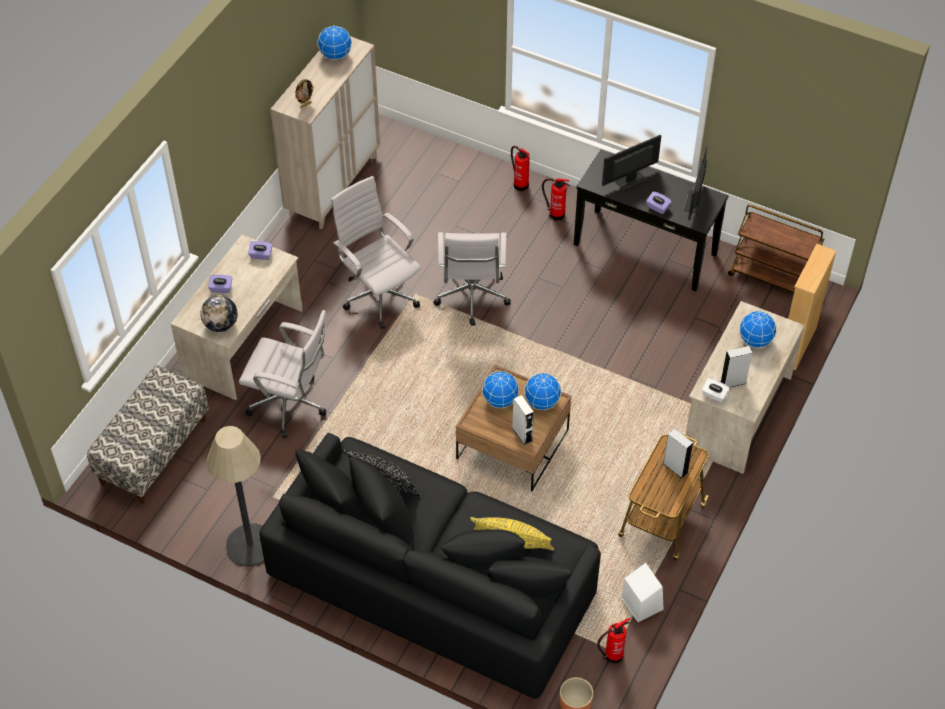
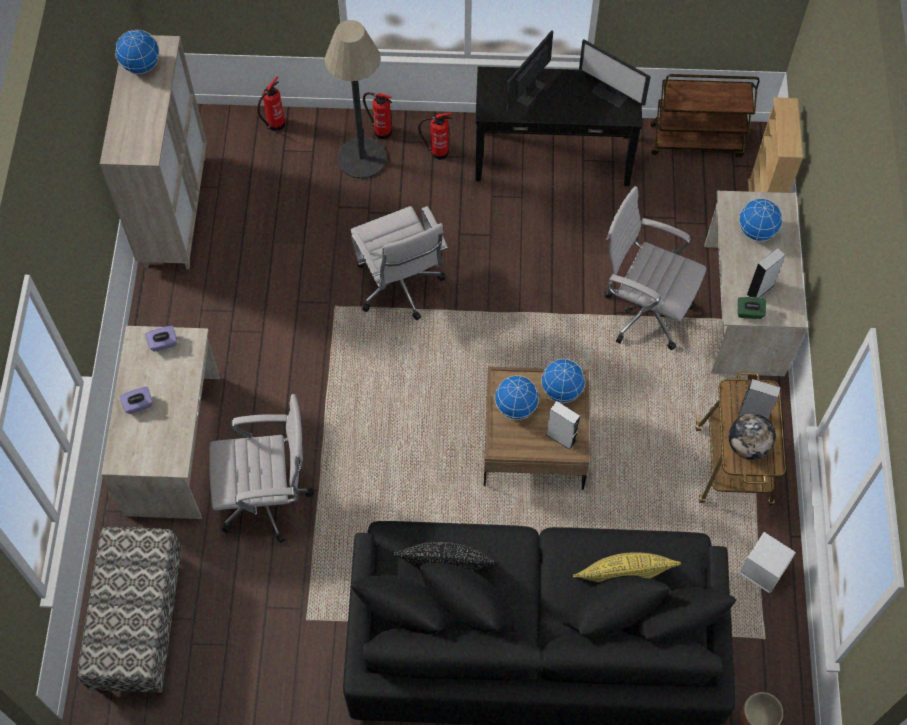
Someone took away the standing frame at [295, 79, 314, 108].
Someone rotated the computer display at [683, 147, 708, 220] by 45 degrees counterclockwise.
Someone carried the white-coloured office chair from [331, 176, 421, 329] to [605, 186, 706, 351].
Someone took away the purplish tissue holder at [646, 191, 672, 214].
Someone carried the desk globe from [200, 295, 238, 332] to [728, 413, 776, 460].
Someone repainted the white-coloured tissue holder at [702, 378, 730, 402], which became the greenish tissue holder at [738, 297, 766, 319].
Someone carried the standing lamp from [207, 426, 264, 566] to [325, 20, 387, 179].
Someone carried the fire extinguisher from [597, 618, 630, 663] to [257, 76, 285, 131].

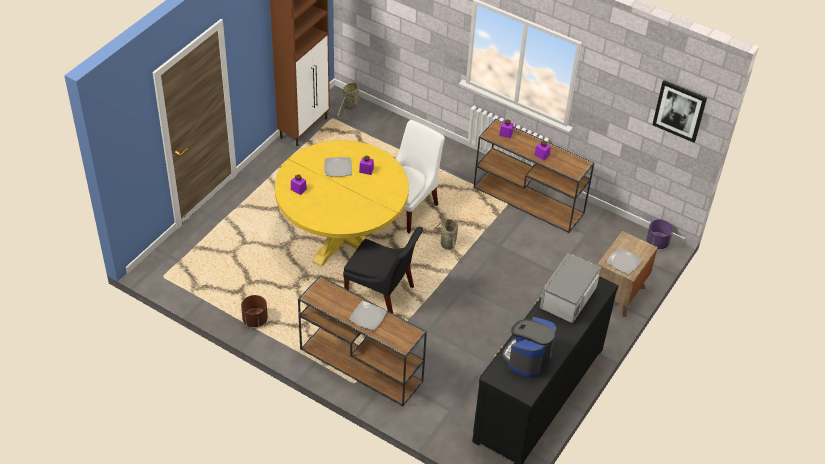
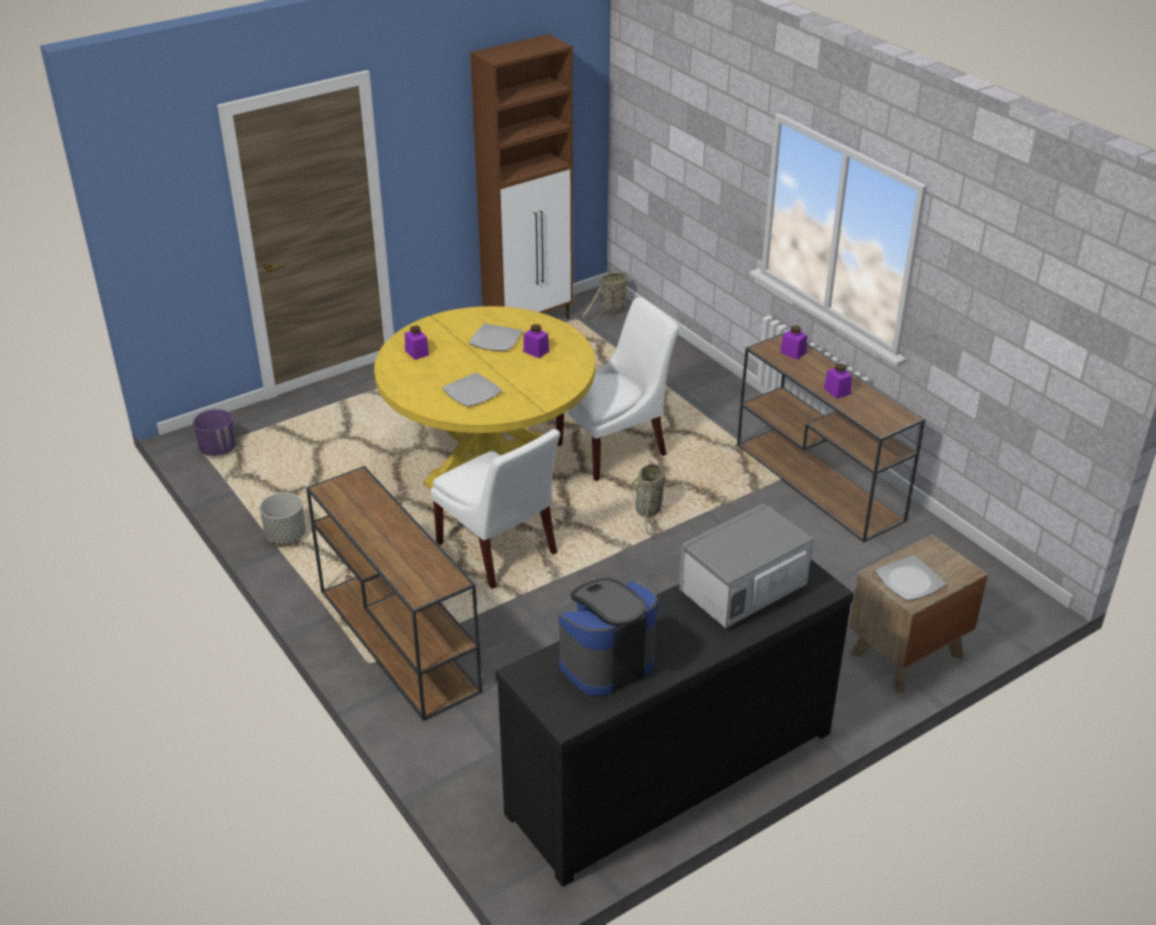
Someone took away the picture at [652, 80, 707, 142].
Someone carried the purplish flower pot from [646, 219, 673, 249] to [193, 409, 237, 456].
Someone repainted the black upright chair at [343, 227, 423, 313], which became the white-coloured upright chair at [431, 429, 561, 589].
Someone repainted the brown flower pot at [241, 295, 268, 327], which became the grey flower pot at [260, 493, 306, 544].
Someone carried the dinner plate from [349, 301, 387, 330] to [442, 373, 502, 407].

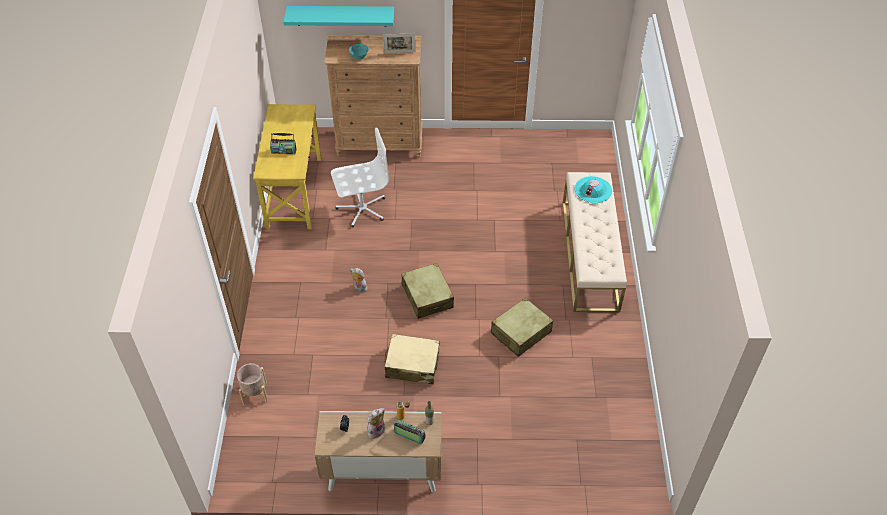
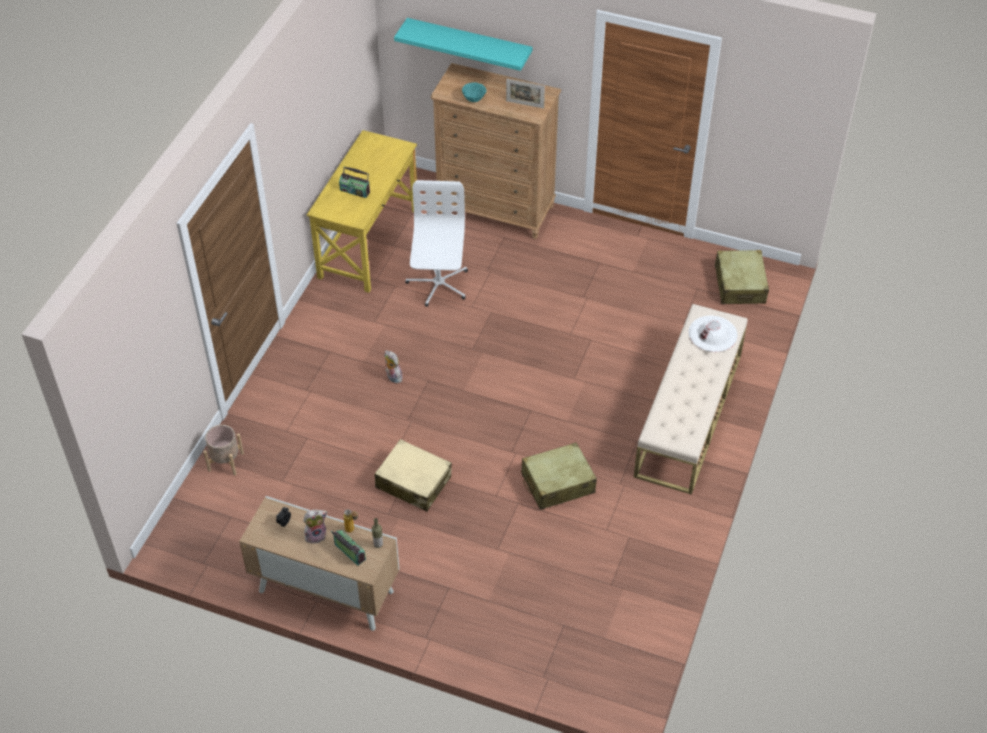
Someone rotated the white-coloured office chair at [331, 128, 389, 227] by 90 degrees counterclockwise.
Someone repainted the turquoise hat at [575, 176, 612, 203], which became the white-coloured hat at [688, 316, 737, 352].
Someone carried the sand-coloured suitcase from [401, 263, 454, 319] to [715, 250, 769, 304].

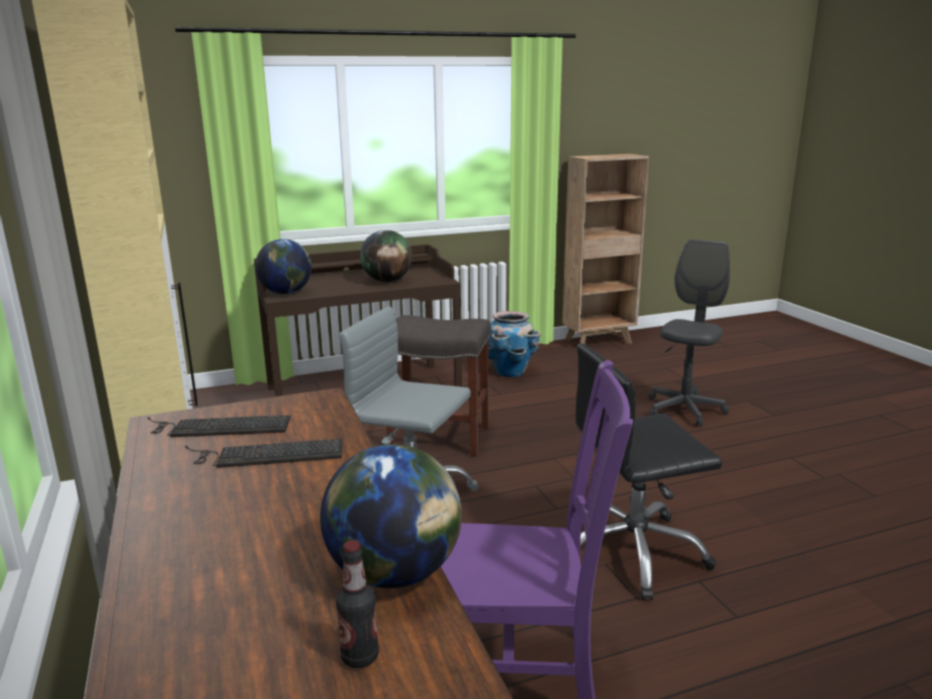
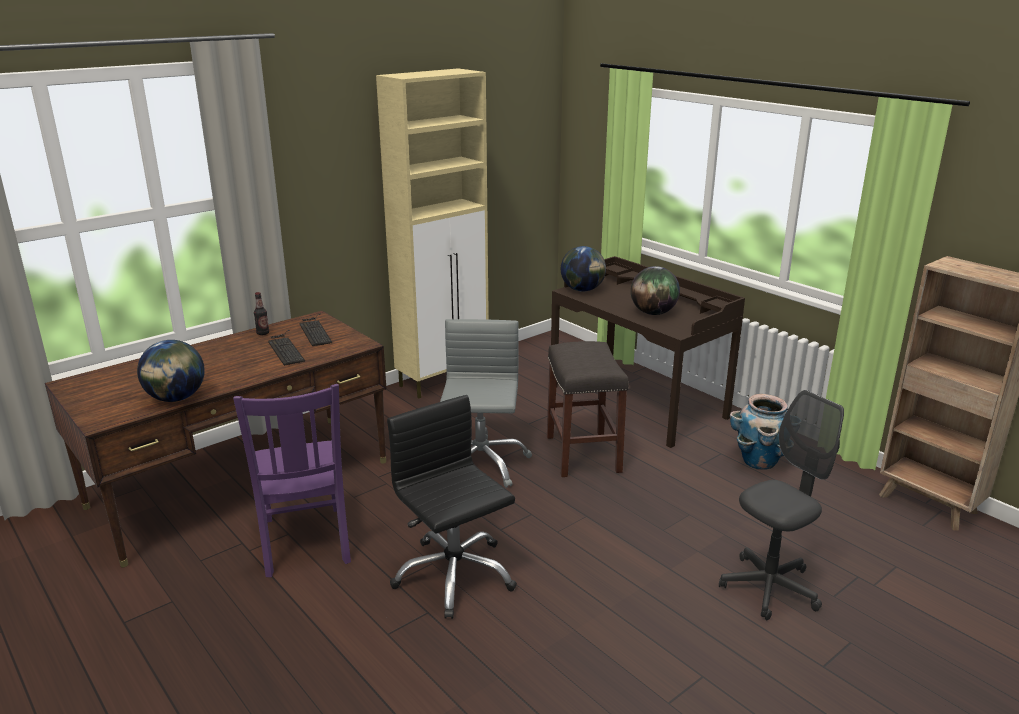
Someone rotated the grey office chair at [648, 239, 730, 427] by 45 degrees counterclockwise.
Someone carried the beverage bottle from [336, 540, 379, 668] to [254, 292, 269, 335].

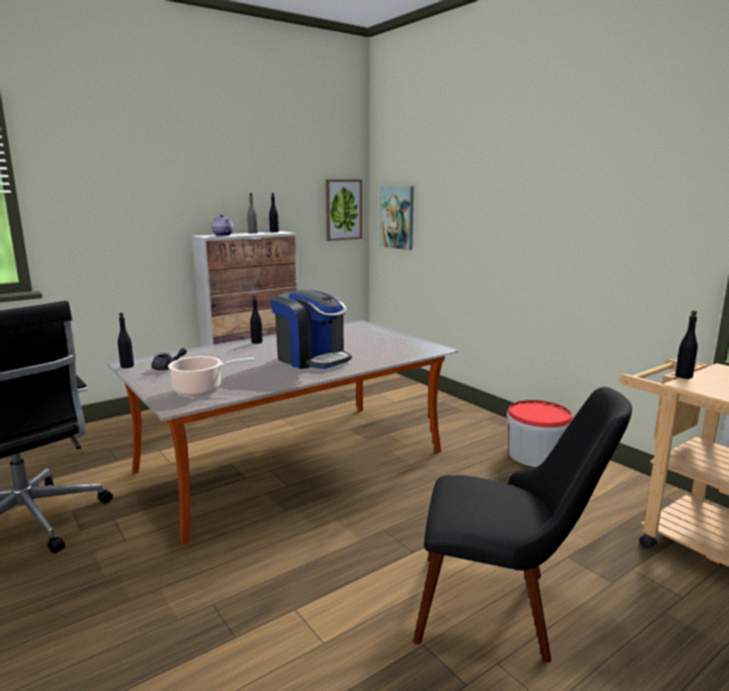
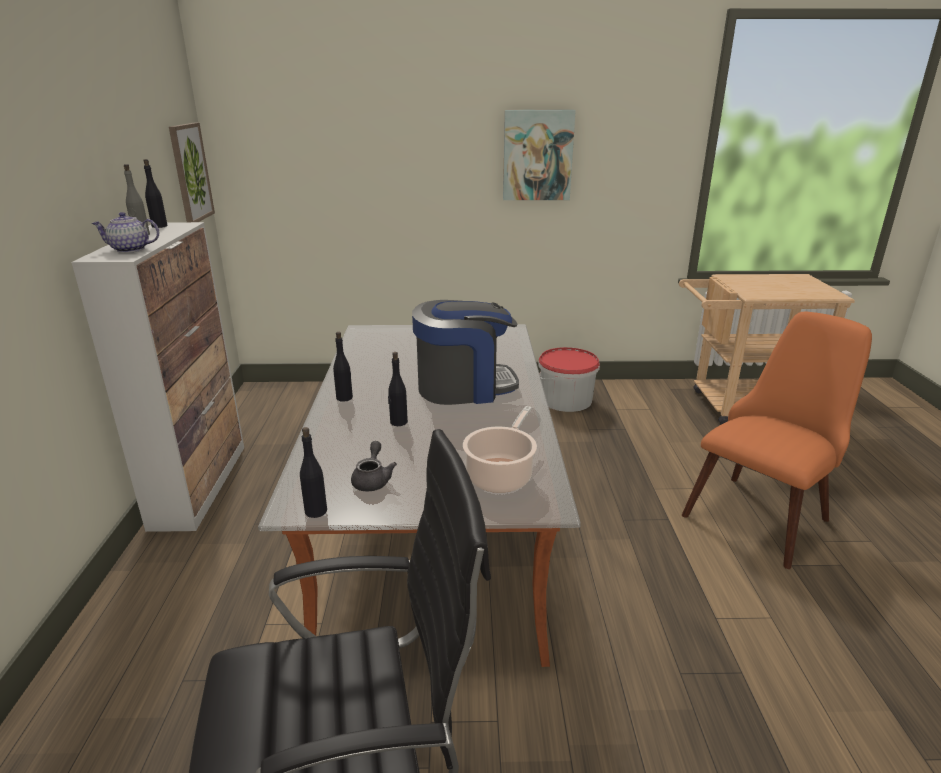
Someone carried the picture from [379, 186, 414, 250] to [503, 110, 576, 200].
Someone carried the black beverage bottle from [675, 310, 698, 379] to [388, 352, 408, 426].
Someone repainted the black upright chair at [413, 387, 632, 663], which became the orange-coloured upright chair at [682, 312, 872, 569].

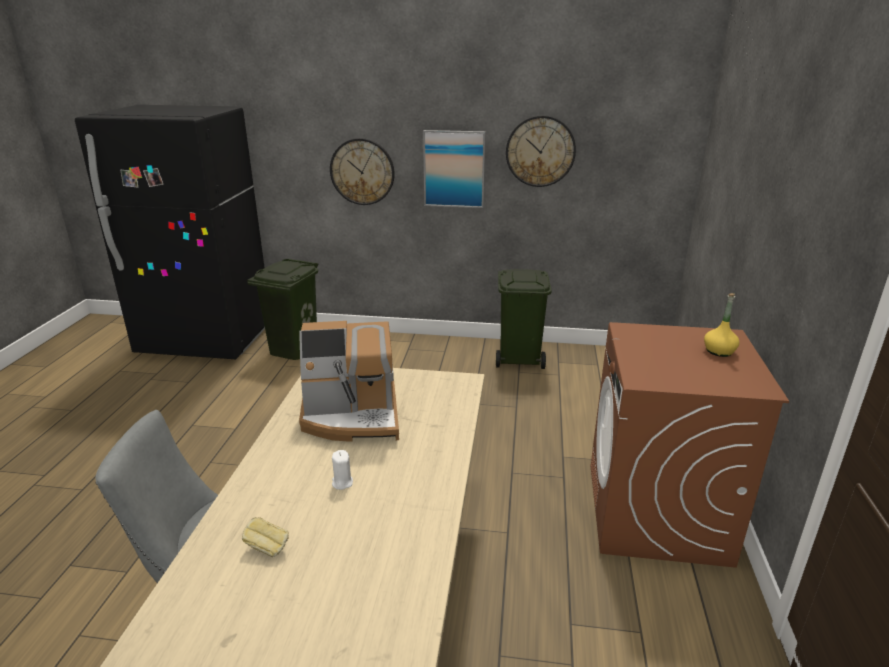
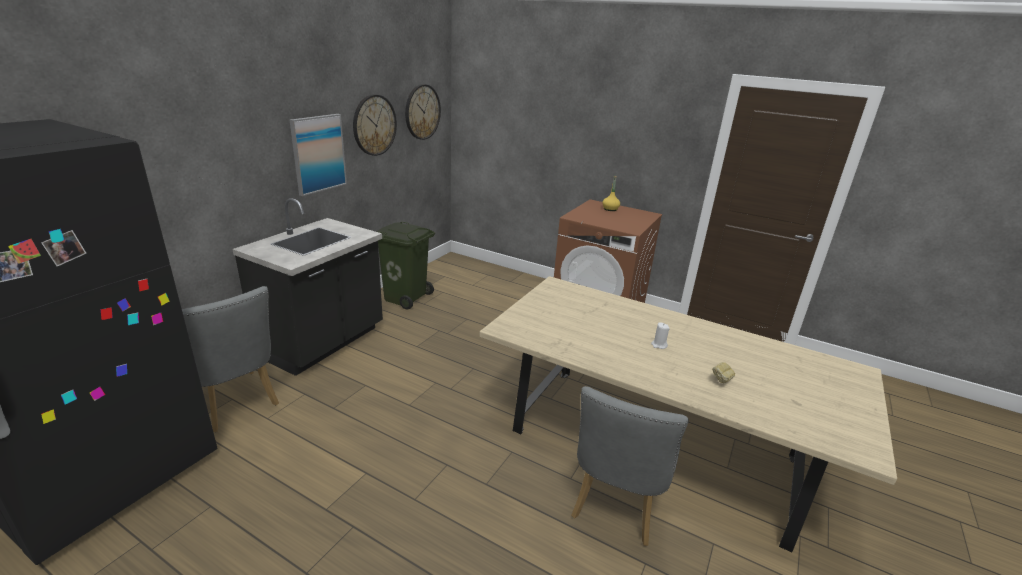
Someone carried the hanging clock from [330, 138, 395, 205] to [405, 84, 441, 140].
Someone swapped the greenish waste bin at [247, 259, 318, 360] for the grey upright chair at [182, 286, 279, 432].
Someone took away the coffee maker at [299, 321, 399, 442].
Someone put down the black counter at [232, 198, 383, 376].

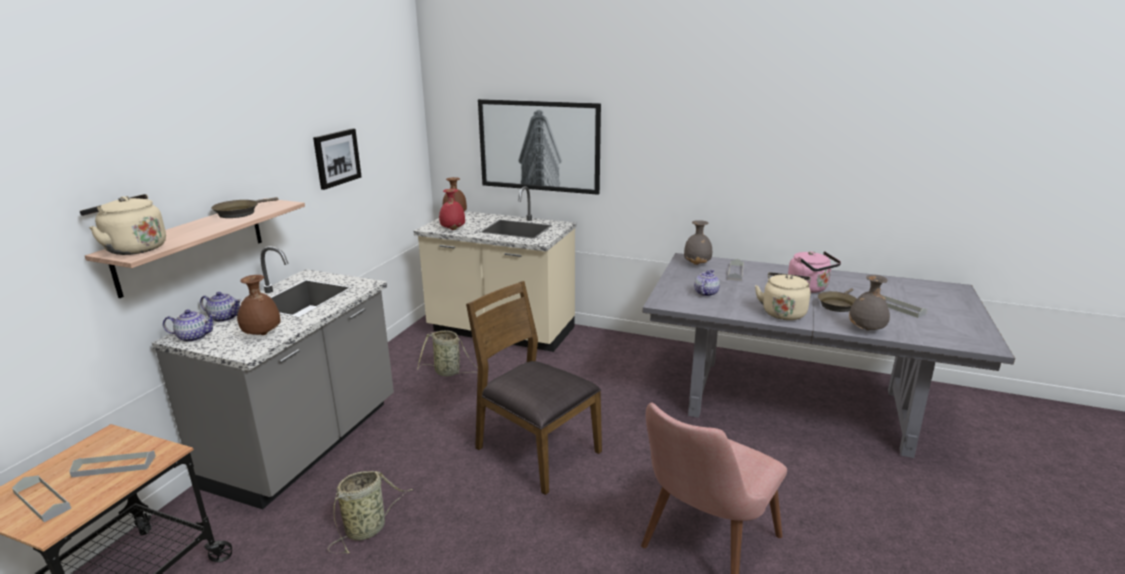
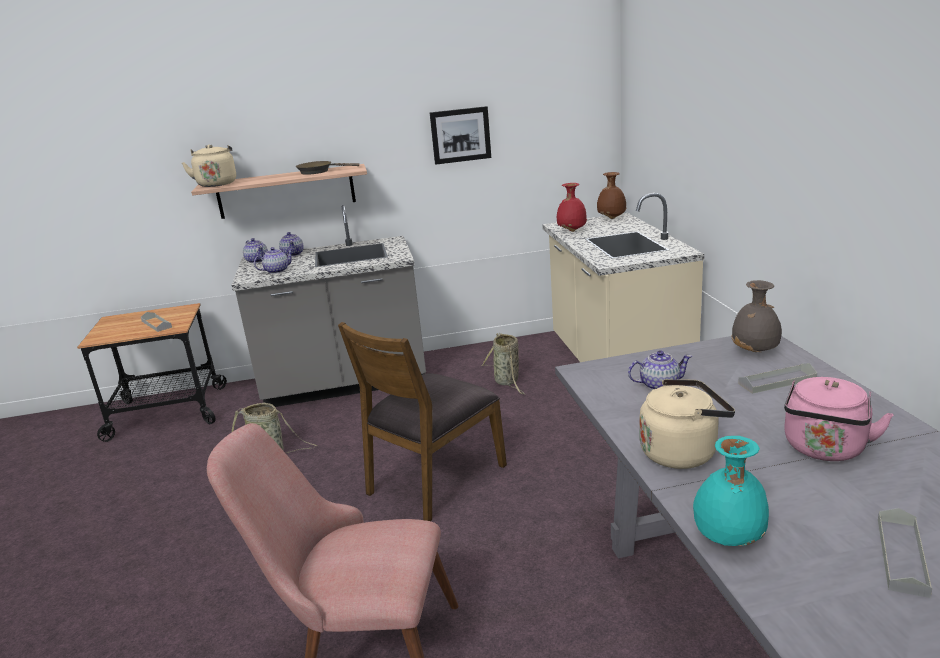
Someone took away the picture at [478, 99, 601, 195].
Someone swapped the brown flower vase at [237, 275, 281, 335] for the teapot at [254, 247, 293, 274].
Someone repainted the grey flower vase at [849, 275, 890, 331], which became the turquoise flower vase at [693, 436, 769, 546].
Someone rotated the brown upright chair at [466, 281, 602, 495] by 150 degrees counterclockwise.
Someone took away the brown pan at [818, 288, 857, 312].
Someone took away the grey carrying tray at [12, 475, 71, 522].

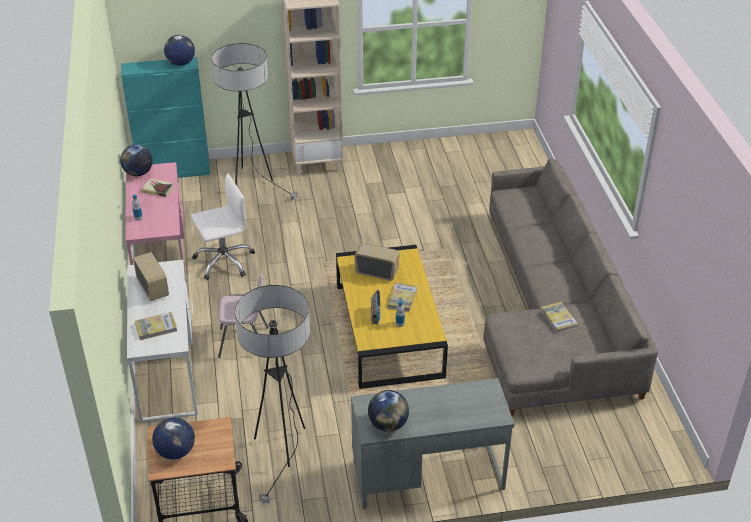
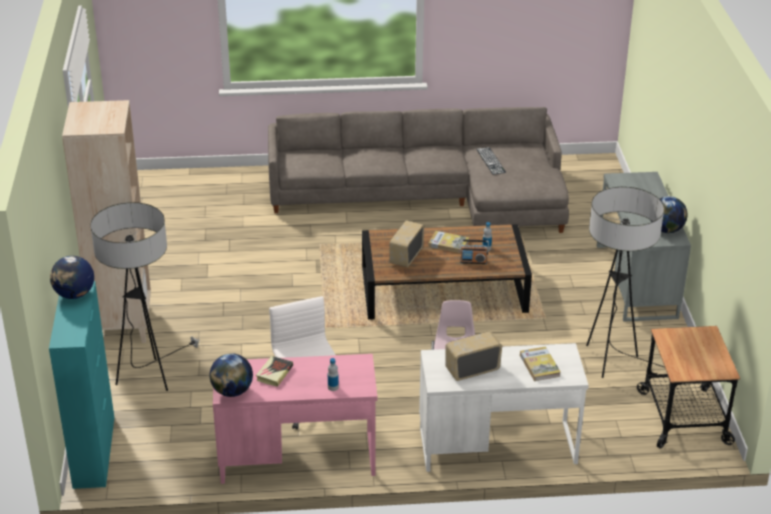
Someone repainted the yellowish coffee table at [336, 245, 448, 389], which became the brown coffee table at [362, 224, 532, 320].
Someone swapped the volume at [540, 302, 578, 333] for the PC keyboard at [476, 147, 506, 175].
Someone took away the desk globe at [152, 417, 195, 460].

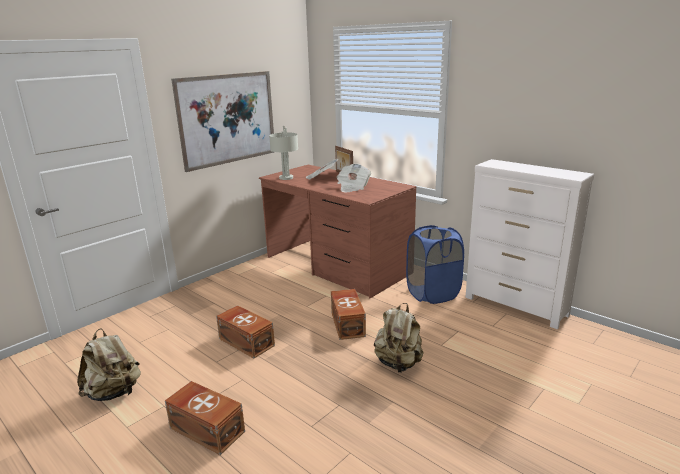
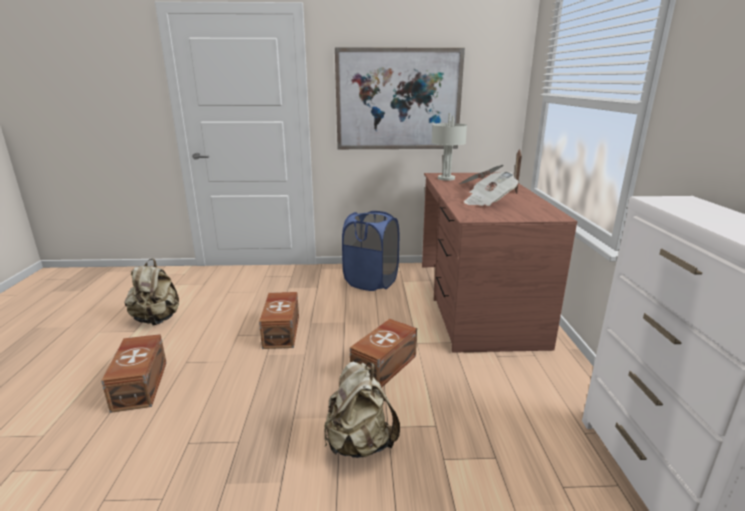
Someone carried the blue laundry basket from [406, 225, 464, 304] to [342, 211, 399, 291].

